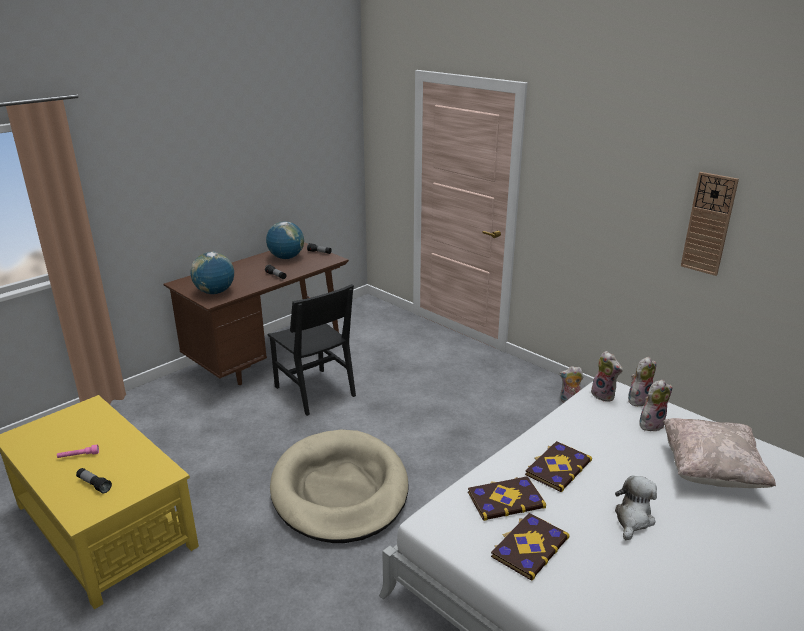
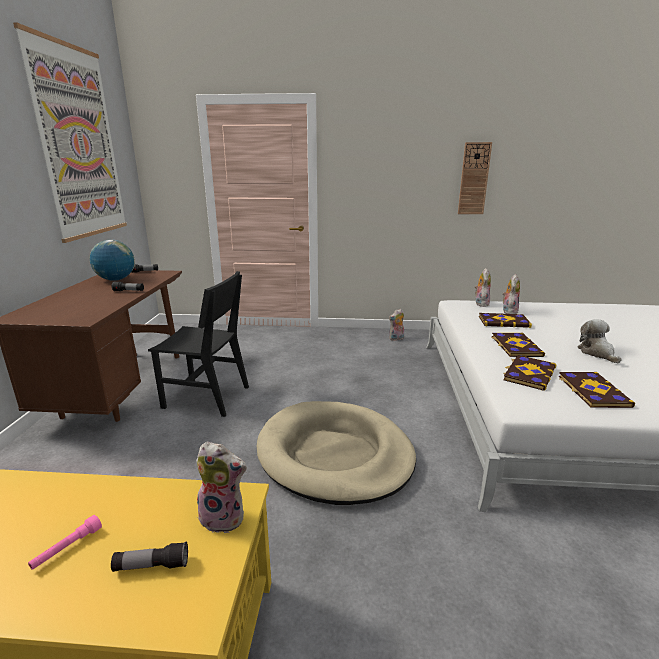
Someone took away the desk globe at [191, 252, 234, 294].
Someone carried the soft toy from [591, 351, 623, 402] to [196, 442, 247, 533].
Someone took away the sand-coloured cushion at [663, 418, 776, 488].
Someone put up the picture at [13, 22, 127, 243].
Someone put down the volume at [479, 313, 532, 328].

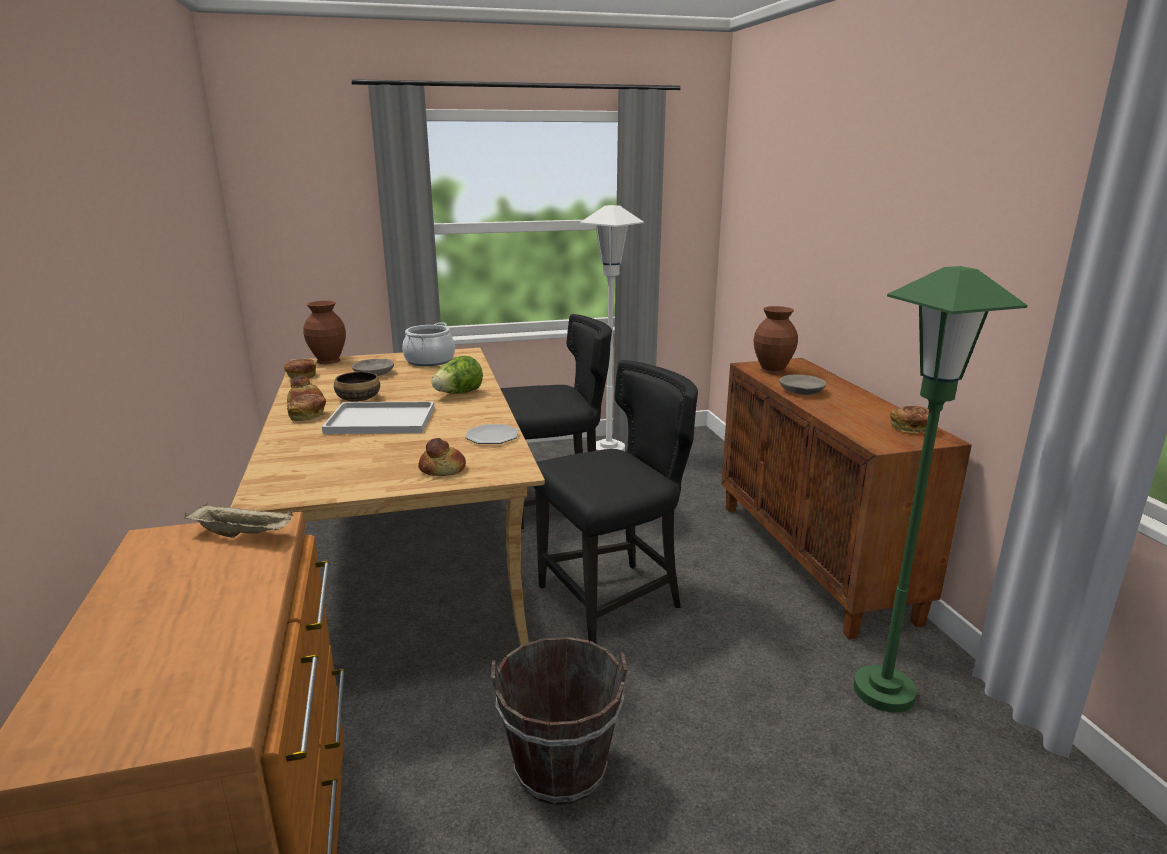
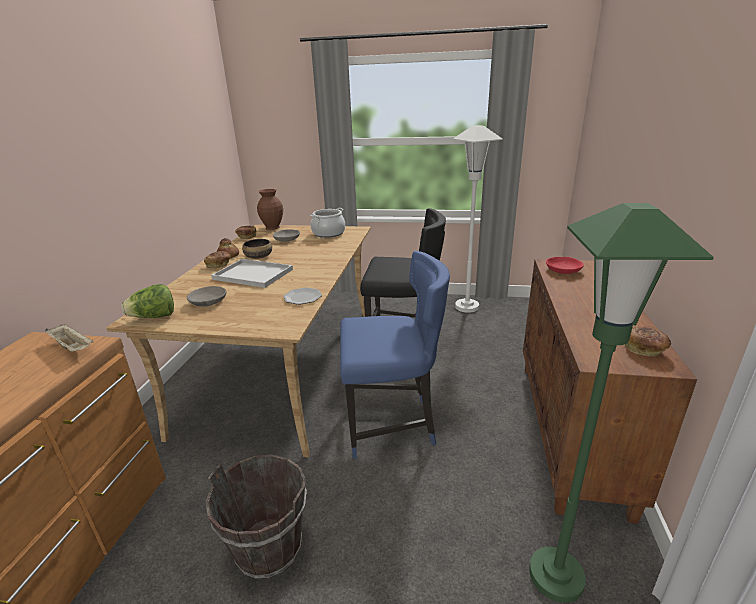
Someone swapped the brown flower vase at [754, 306, 798, 374] for the red deep dish at [546, 257, 584, 274].
Someone carried the lettuce from [432, 356, 483, 394] to [121, 284, 174, 318].
Someone repainted the black upright chair at [533, 360, 698, 643], which became the blue upright chair at [340, 251, 450, 459].
Someone carried the grey deep dish from [779, 375, 826, 395] to [187, 286, 227, 307].
Someone took away the baked bread at [418, 438, 466, 476].

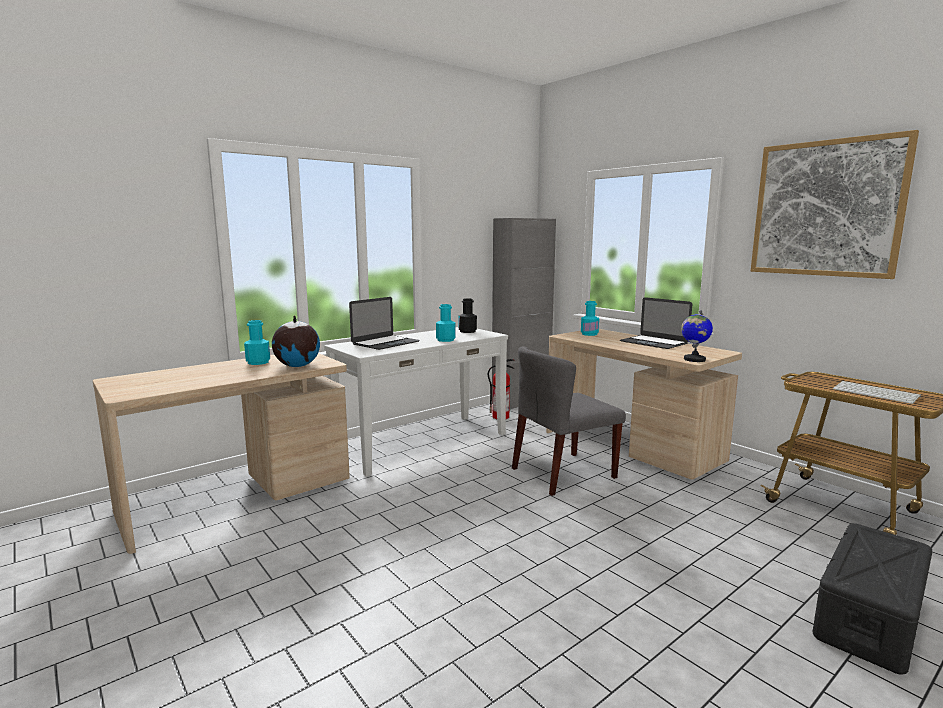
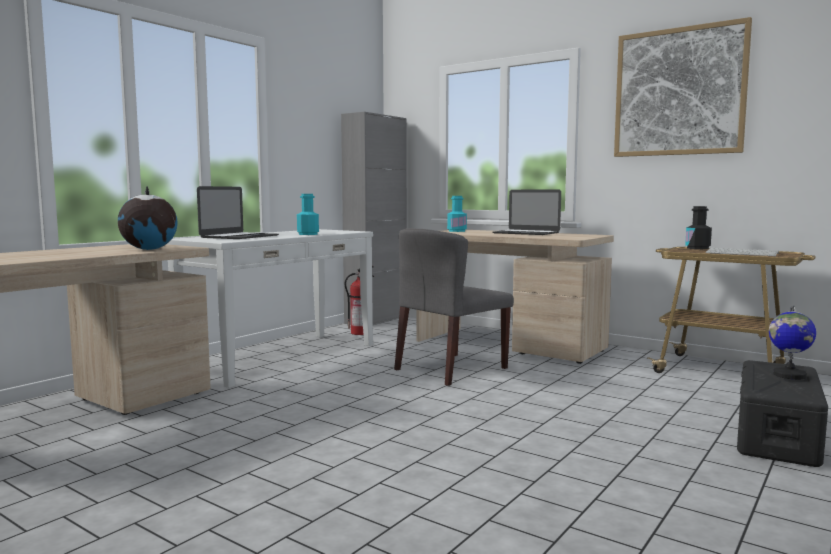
Someone carried the black beverage bottle from [459, 298, 477, 333] to [685, 206, 712, 249].
Someone carried the desk globe from [681, 310, 713, 362] to [769, 305, 816, 380].
Someone took away the turquoise beverage bottle at [244, 320, 270, 365].

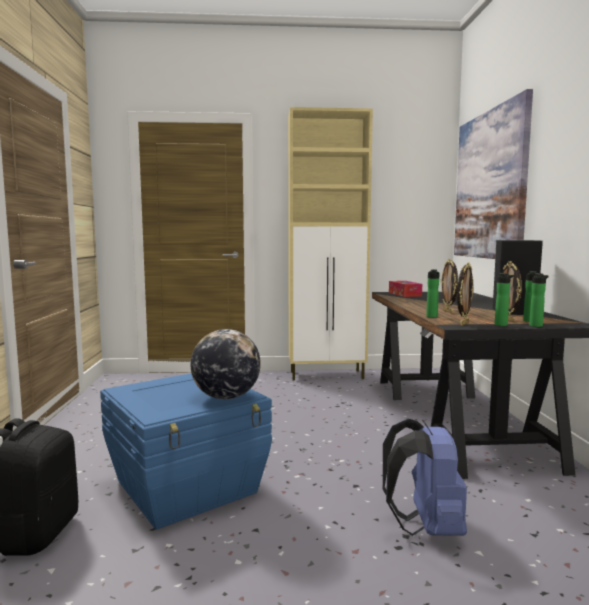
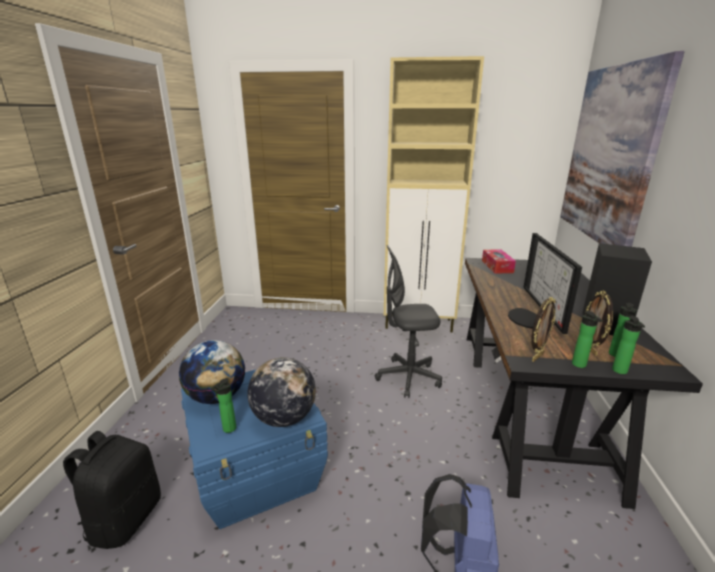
Someone swapped the standing frame at [441, 259, 458, 313] for the computer display at [508, 233, 582, 334].
Someone carried the beverage bottle from [426, 269, 439, 318] to [211, 378, 236, 433].
Someone put down the grey office chair at [375, 245, 442, 398].
Someone put down the desk globe at [179, 340, 245, 404].

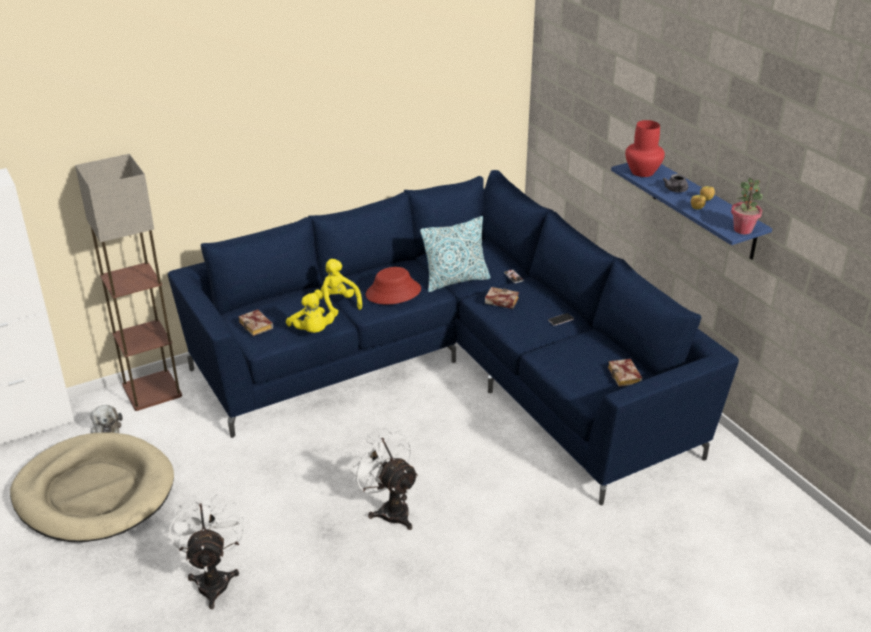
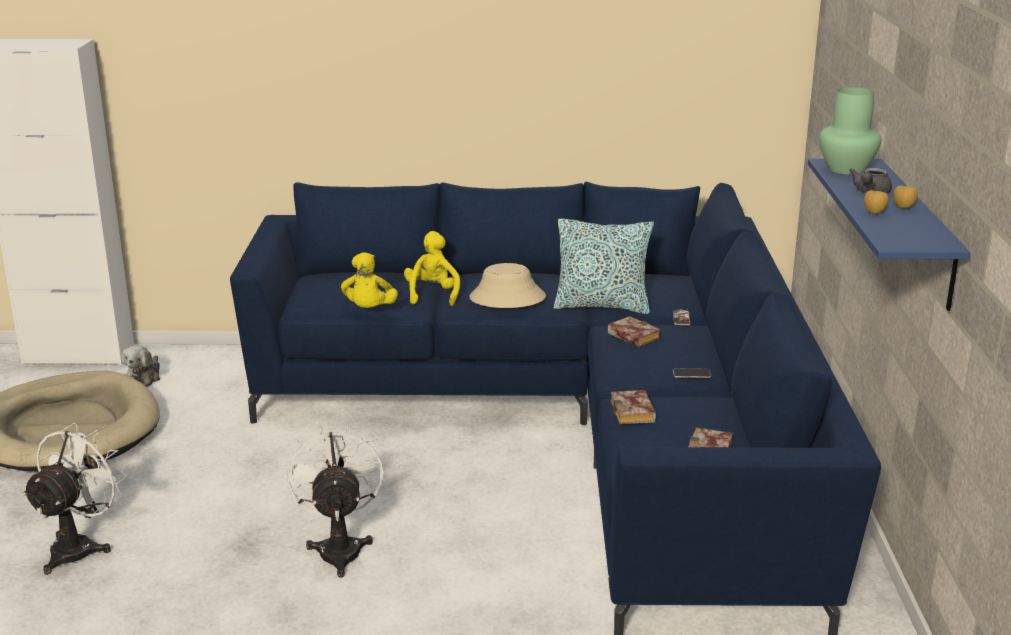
Someone repainted the red flower vase at [625, 120, 665, 177], which became the greenish flower vase at [819, 87, 881, 175].
Someone took away the standing lamp at [75, 154, 182, 411].
Someone took away the potted plant at [731, 178, 763, 234].
Someone repainted the red hat at [366, 267, 421, 304], which became the sand-coloured hat at [469, 263, 546, 308].
Someone carried the volume from [238, 309, 273, 336] to [610, 390, 656, 424].

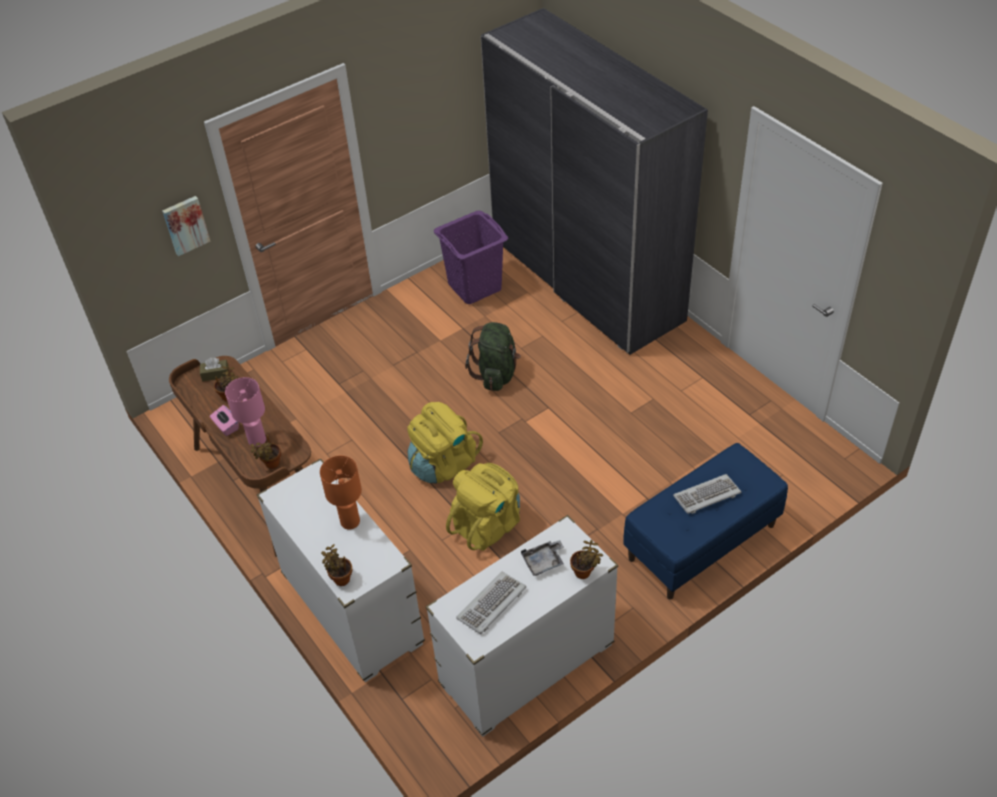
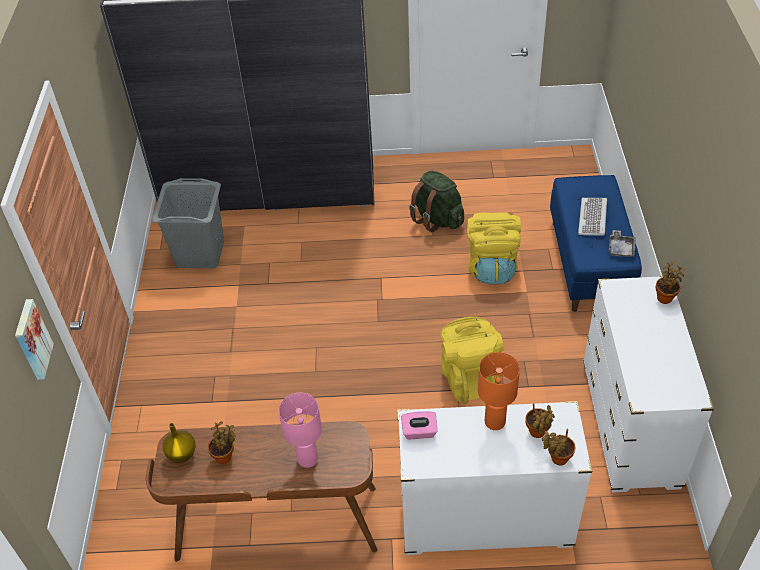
Someone repainted the purplish laundry basket at [434, 211, 508, 304], which became the grey laundry basket at [152, 178, 224, 268].
Someone carried the greenish rucksack from [465, 322, 521, 391] to [409, 170, 464, 232].
Someone swapped the brown tissue holder at [200, 358, 228, 381] for the yellowish flower vase at [163, 423, 196, 463].
Someone carried the yellowish rucksack from [407, 402, 483, 483] to [467, 212, 521, 284].
Someone carried the pink tissue holder from [210, 405, 239, 436] to [401, 411, 437, 439].
Someone carried the potted plant from [251, 435, 281, 469] to [525, 403, 555, 438].
Someone carried the grey carrying tray from [521, 540, 564, 576] to [609, 230, 636, 257].
Someone took away the PC keyboard at [456, 572, 526, 634].

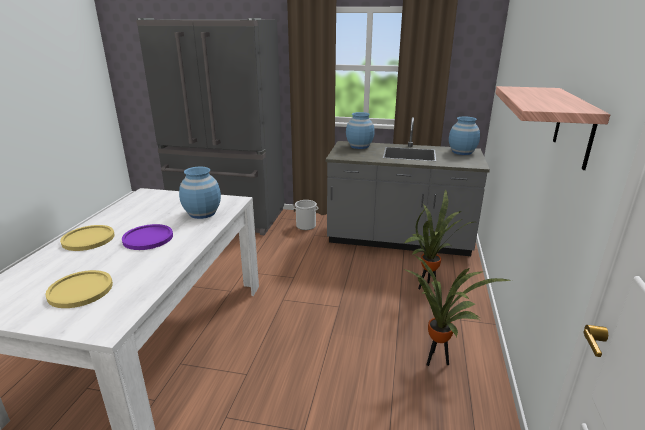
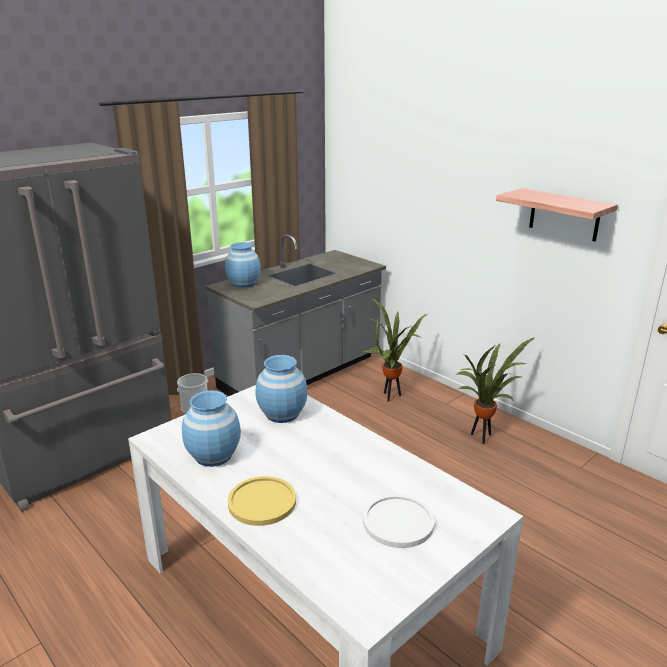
Someone carried the blue flower vase from [449, 116, 480, 155] to [182, 390, 241, 467].
Someone took away the purplish dinner plate at [122, 224, 173, 250].
Someone repainted the yellowish dinner plate at [45, 270, 113, 308], which became the white-coloured dinner plate at [363, 494, 435, 548].

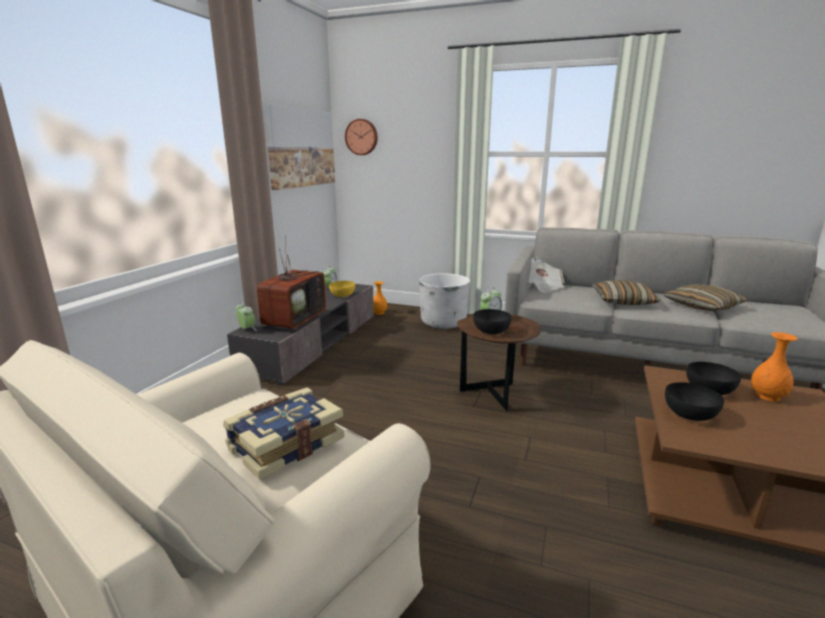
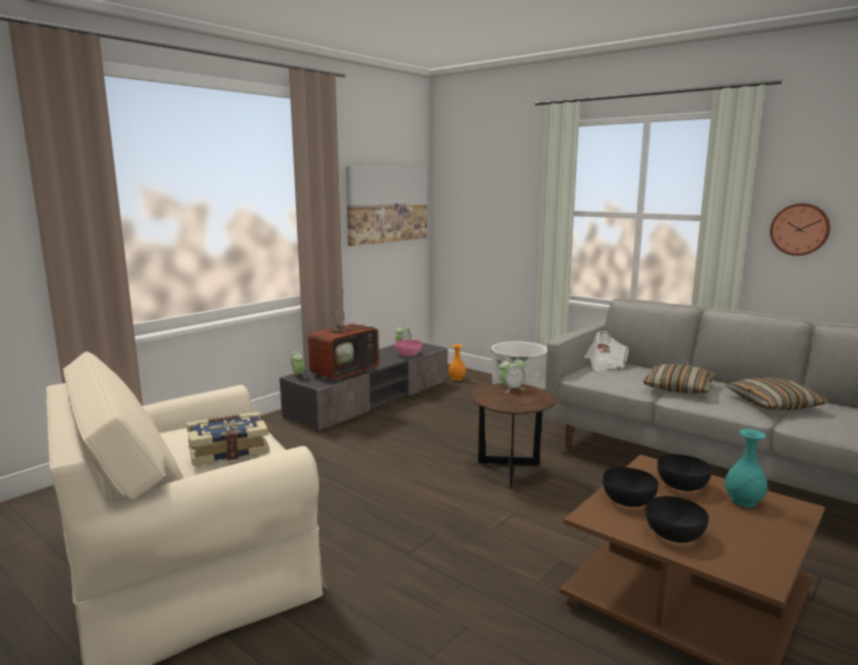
Someone carried the hanging clock from [345, 119, 378, 155] to [770, 203, 831, 256].
Someone repainted the yellowish deep dish at [329, 281, 355, 297], which became the pink deep dish at [395, 340, 422, 356].
Someone carried the black deep dish from [473, 309, 512, 334] to [646, 496, 709, 543].
Someone repainted the orange-coloured flower vase at [751, 332, 798, 402], which became the turquoise flower vase at [725, 429, 767, 507].

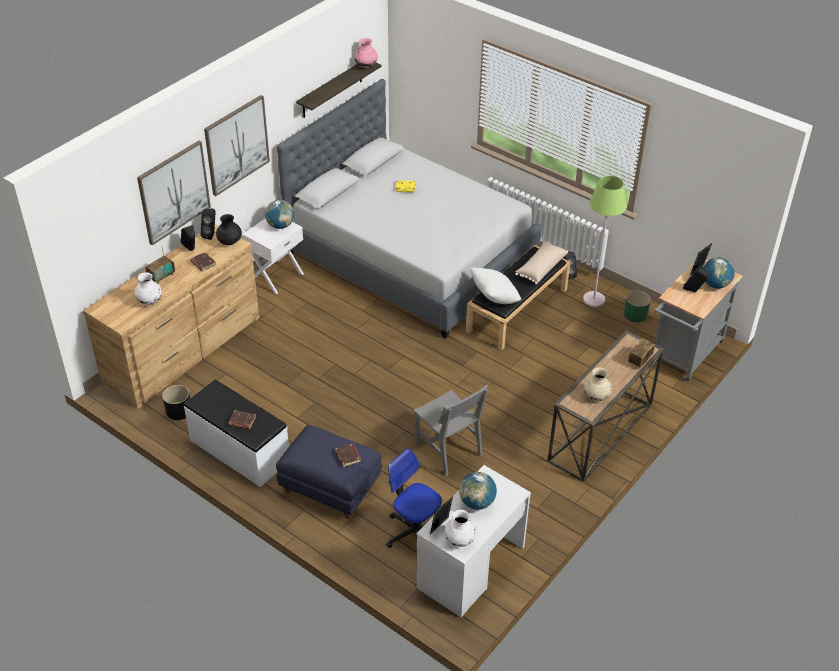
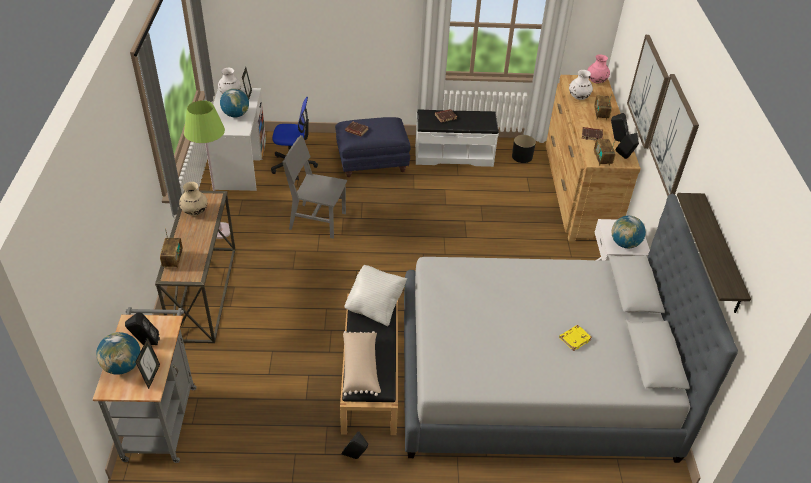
Someone carried the pink flower vase from [354, 38, 378, 68] to [587, 54, 610, 83].
Someone carried the greenish standing lamp from [583, 176, 627, 307] to [184, 100, 230, 239].
Someone swapped the black flower vase at [216, 214, 242, 245] for the radio receiver at [594, 139, 615, 166].
Someone took away the greenish flower pot at [624, 291, 651, 323].

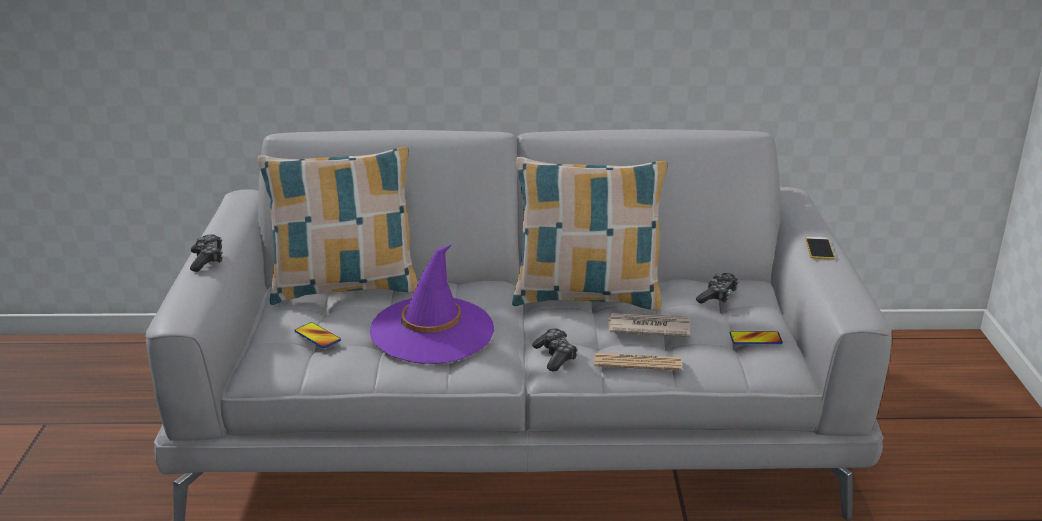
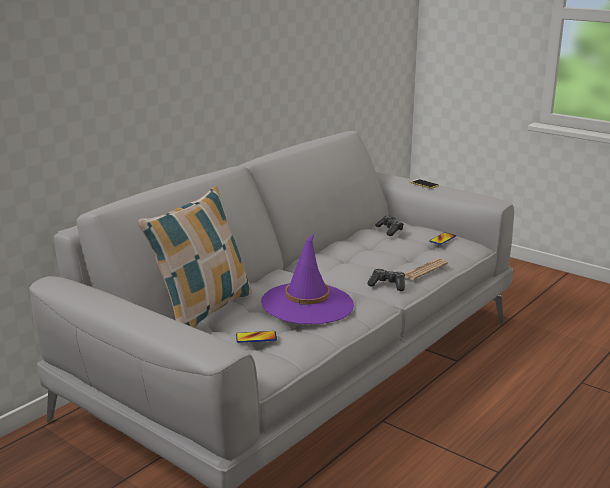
Someone took away the cushion at [512, 157, 668, 311].
Someone took away the gamepad at [190, 234, 223, 272].
Someone took away the printed paper at [608, 313, 690, 337].

